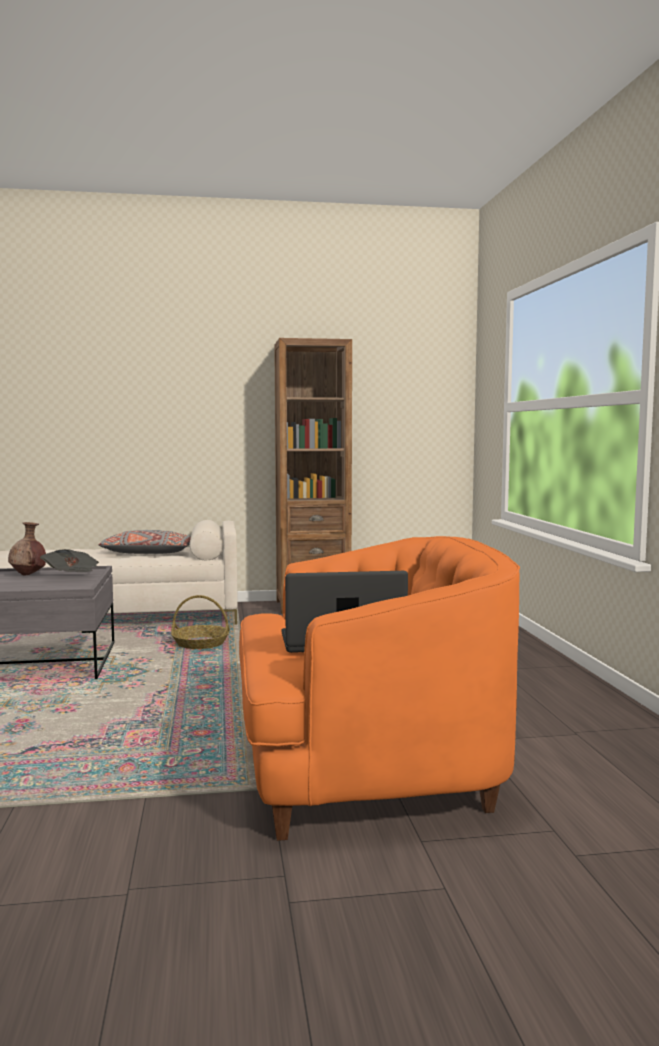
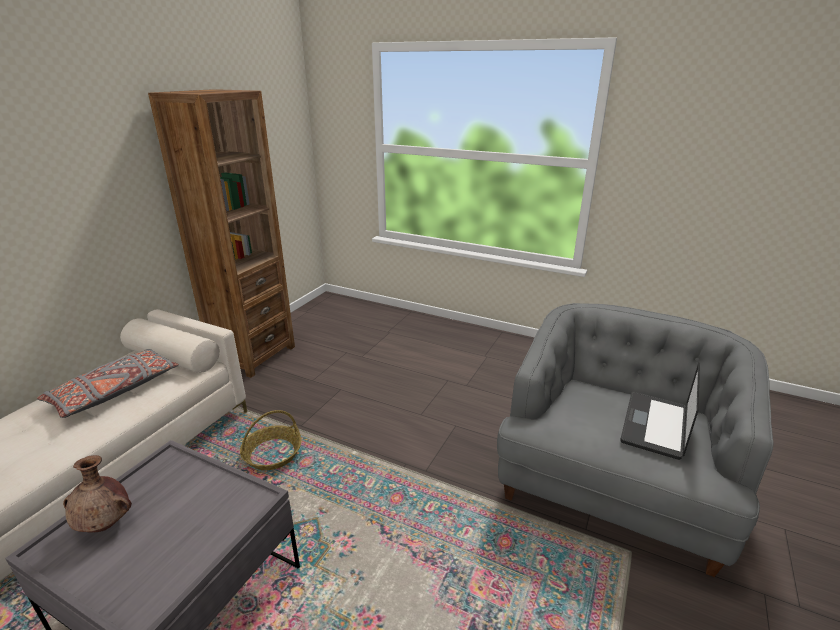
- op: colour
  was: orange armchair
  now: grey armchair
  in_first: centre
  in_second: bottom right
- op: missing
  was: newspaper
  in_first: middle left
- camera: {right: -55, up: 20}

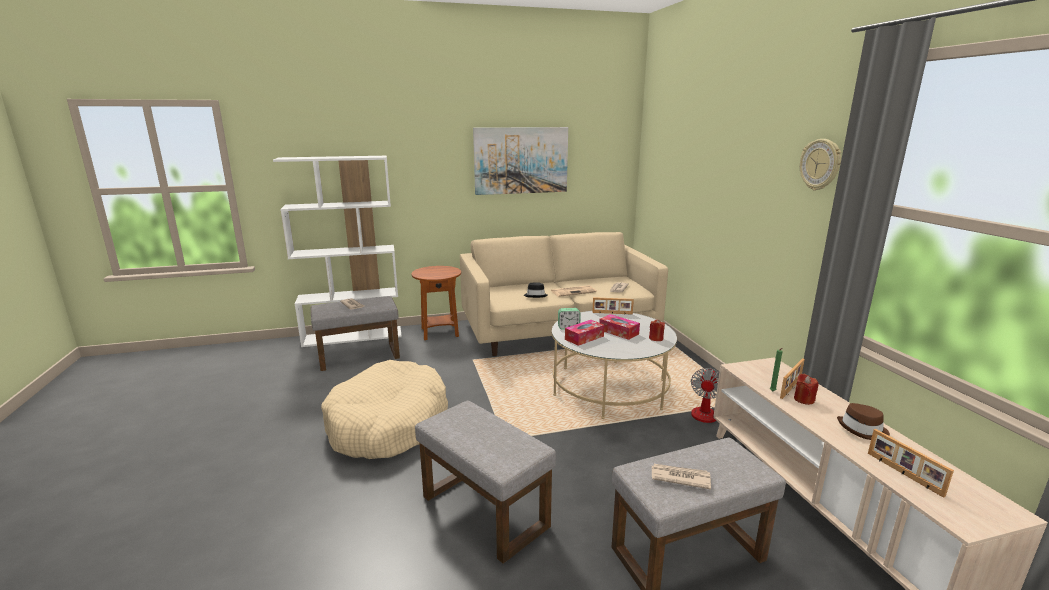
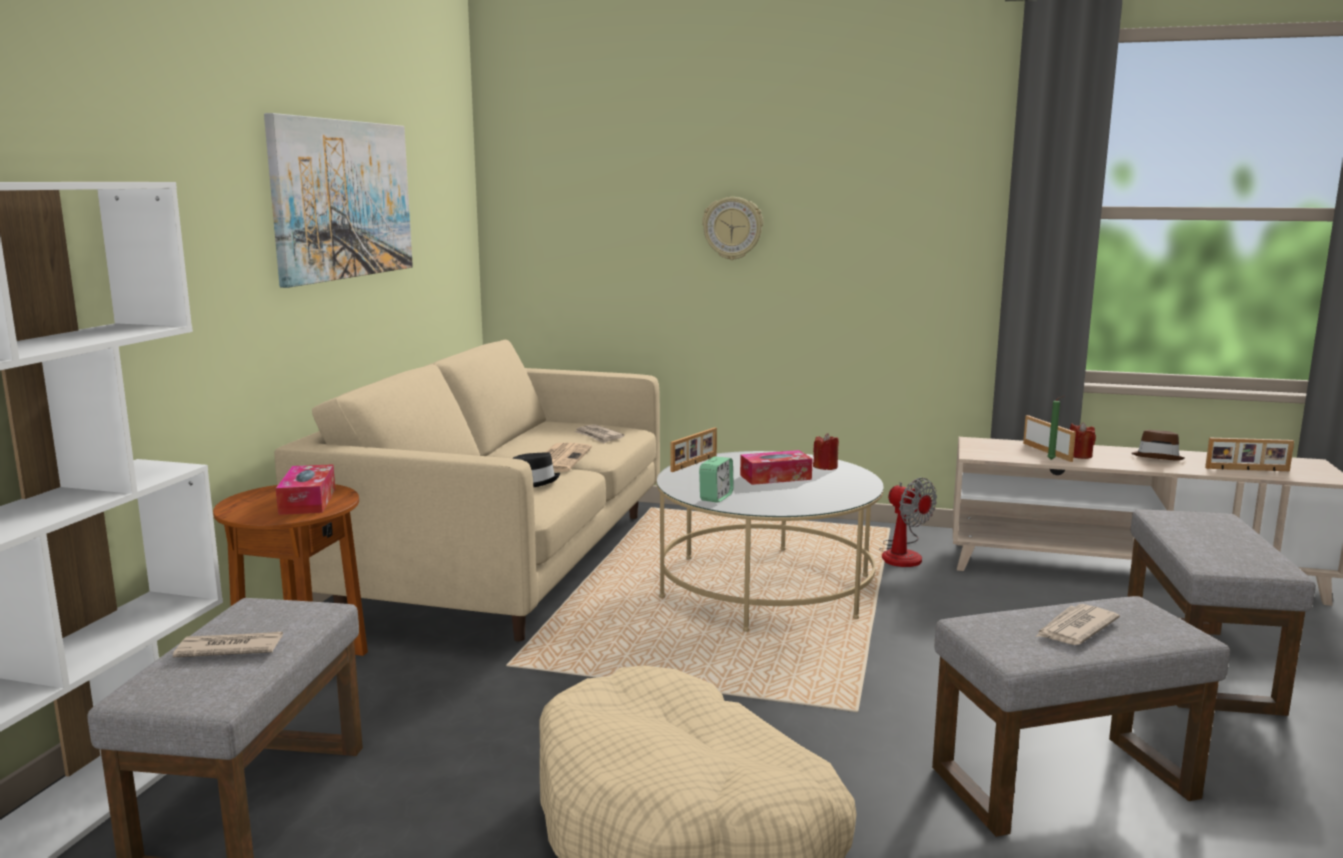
- op: relocated
  was: wall clock
  in_first: top right
  in_second: top centre
- op: relocated
  was: tissue box (no. 1 from left)
  in_first: centre
  in_second: middle left
- op: relocated
  was: newspaper (no. 4 from left)
  in_first: bottom centre
  in_second: bottom right
- camera: {right: -60, up: -5}

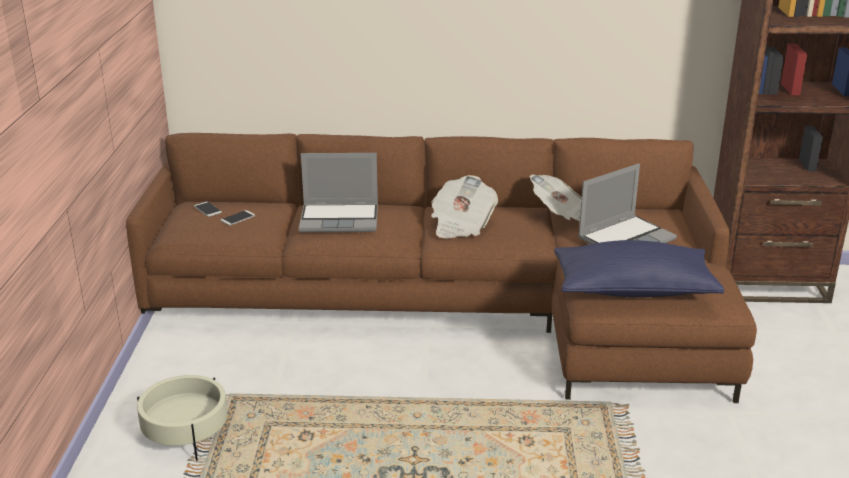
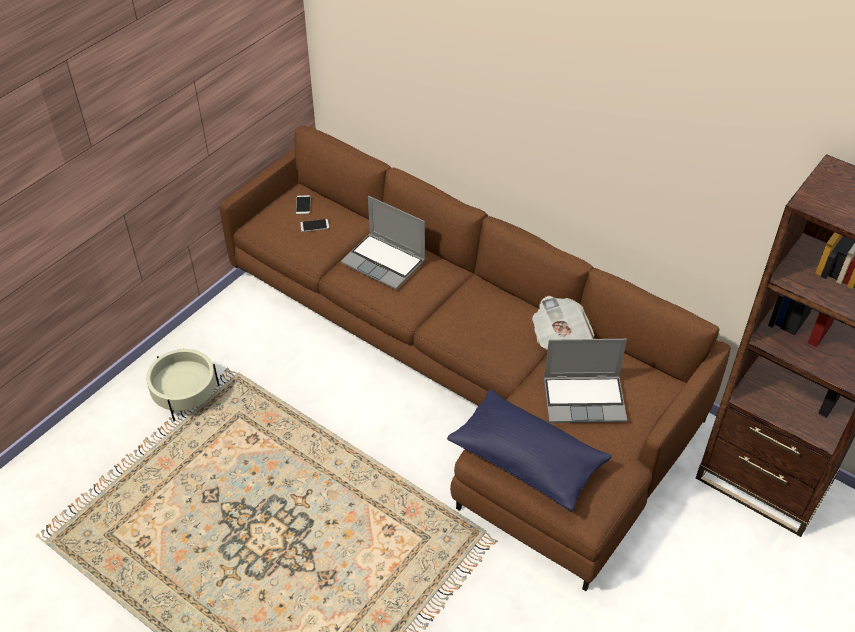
- op: missing
  was: newspaper (no. 1 from left)
  in_first: centre
- camera: {right: 35, up: 20}

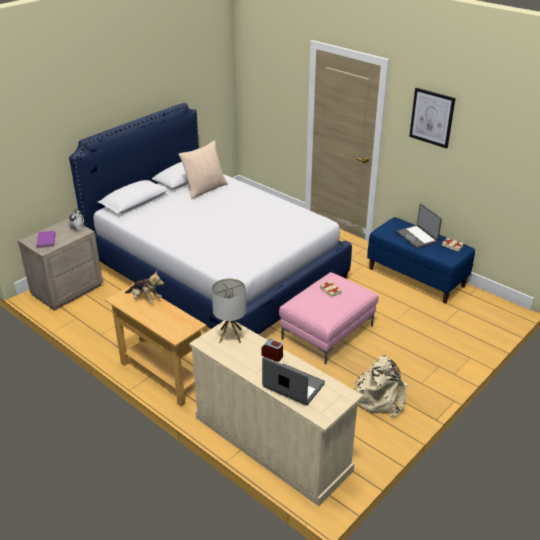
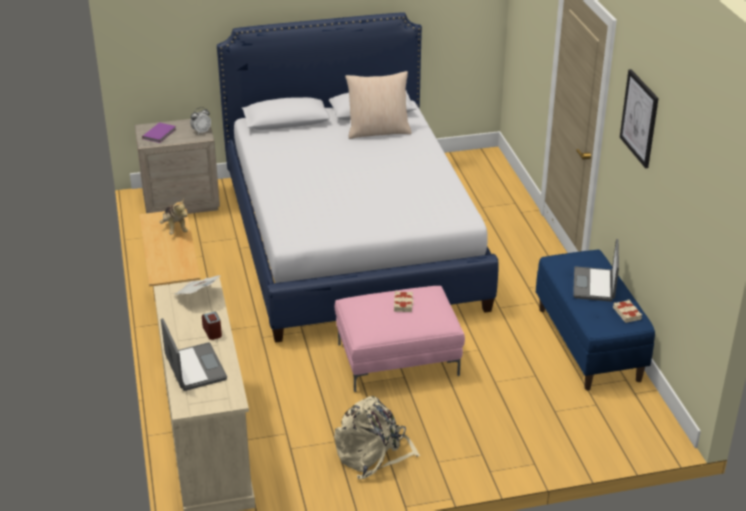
- op: exchanged
  was: table lamp
  now: newspaper
  in_first: centre
  in_second: middle left
- camera: {right: 35, up: 0}

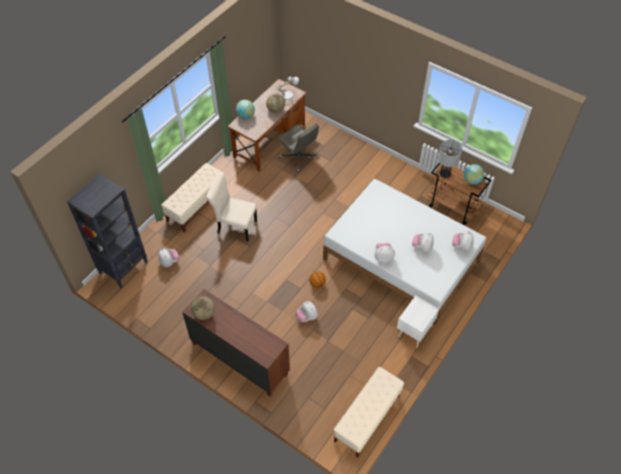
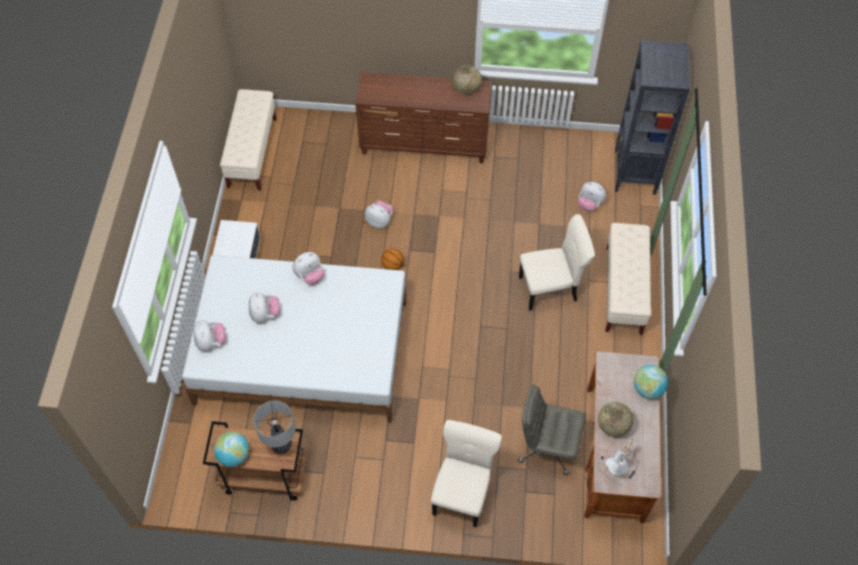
- op: appeared
  now: beige chair (no. 1 from left)
  in_second: bottom centre
- camera: {right: 150, up: 5}

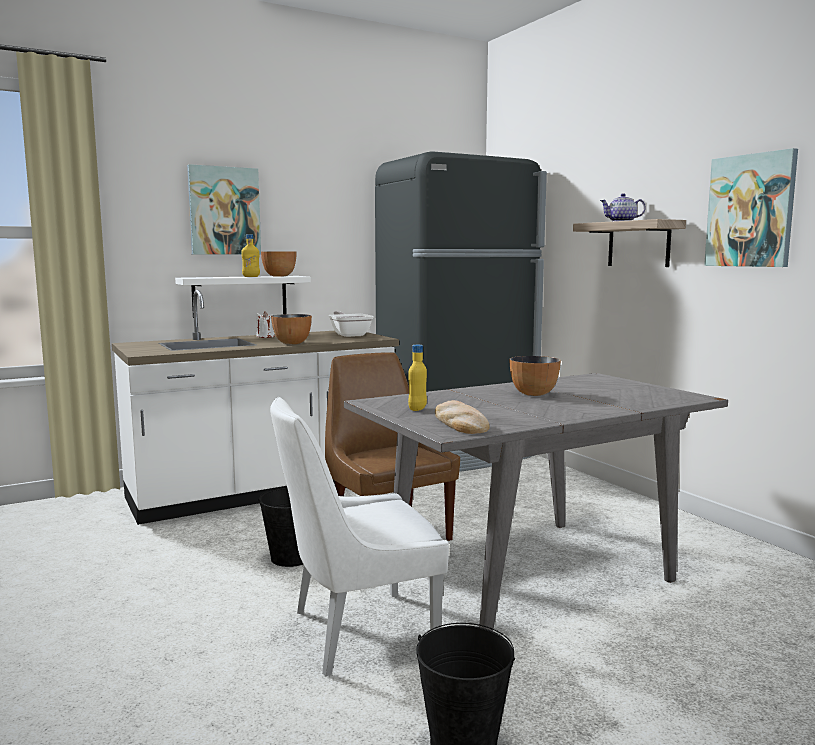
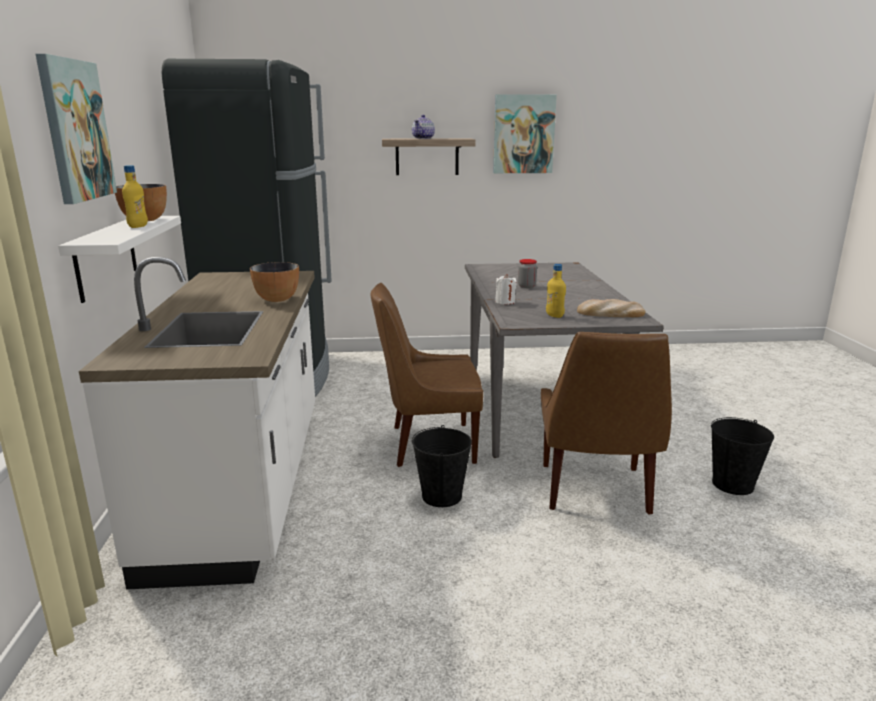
- op: relocated
  was: white candle
  in_first: middle left
  in_second: centre
- op: missing
  was: frying pan
  in_first: centre
- op: exchanged
  was: bowl (no. 3 from left)
  now: jar
  in_first: centre
  in_second: centre
- op: colour
  was: white chair
  now: brown chair (no. 2 from left)
  in_first: bottom centre
  in_second: middle right
- camera: {right: -65, up: 10}

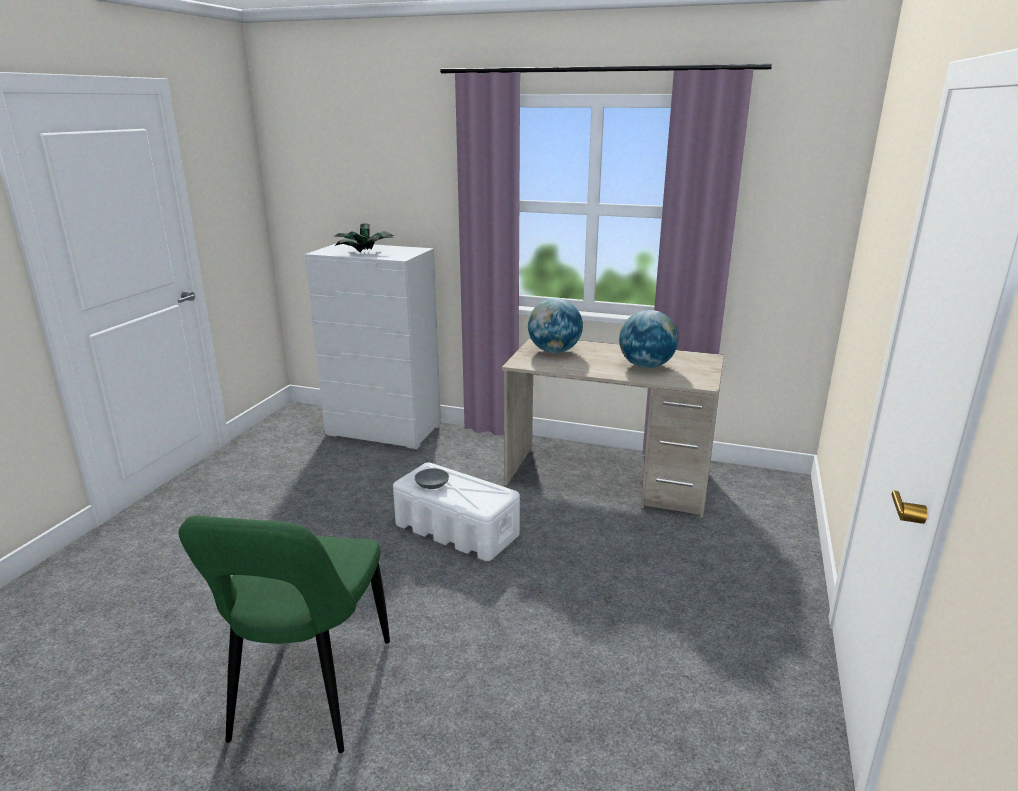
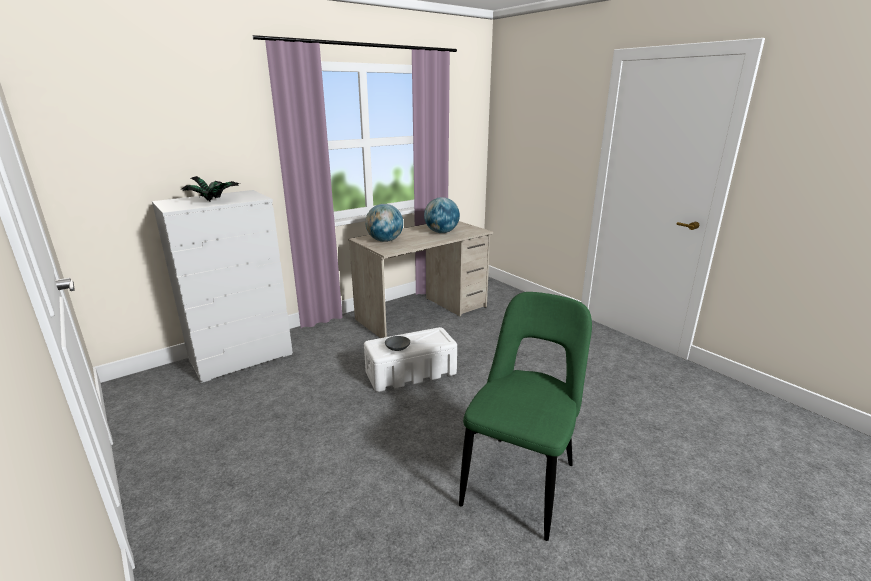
- op: spun
  was: green chair
  in_first: bottom left
  in_second: bottom centre
  clockwise: -105
- camera: {right: -55, up: 0}

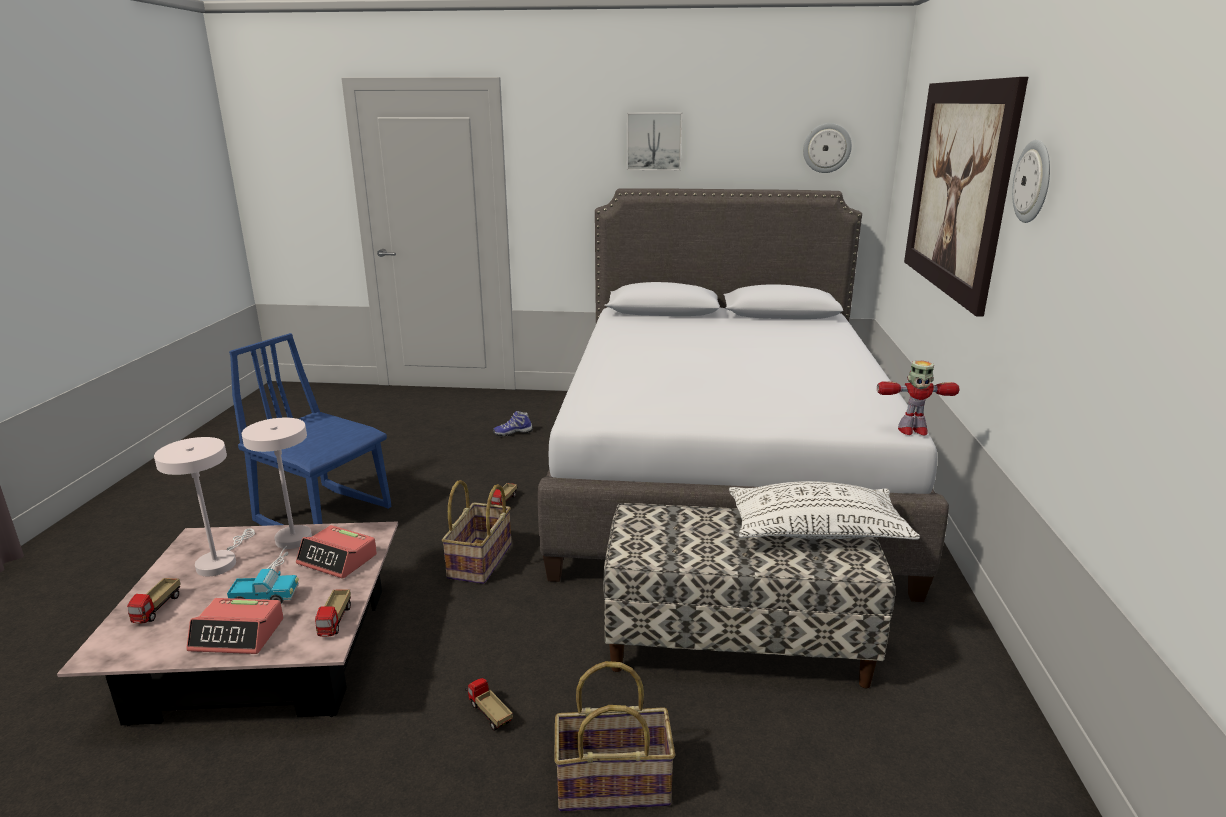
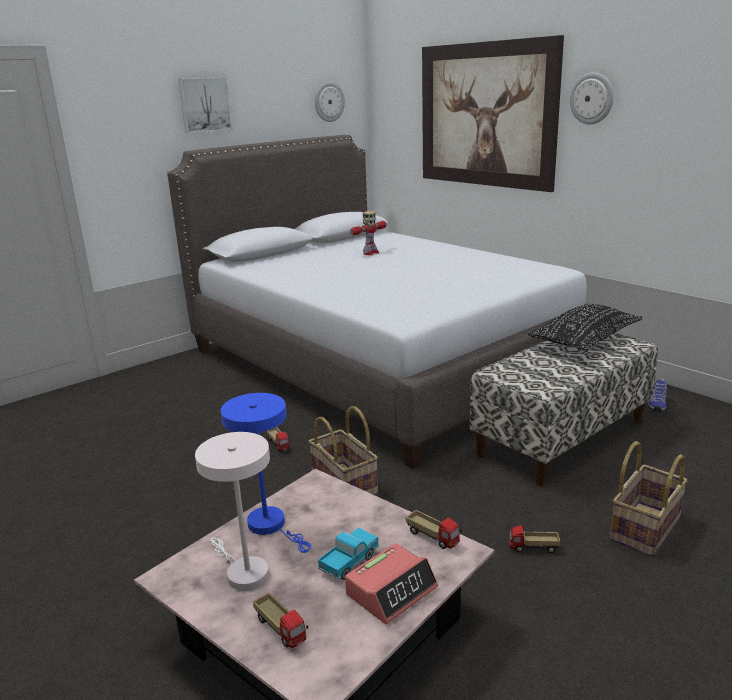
- op: missing
  was: blue chair
  in_first: middle left
- op: relocated
  was: toy robot
  in_first: middle right
  in_second: top centre
- op: relocated
  was: shoe
  in_first: centre
  in_second: middle right
- op: colour
  was: white table lamp (no. 2 from left)
  now: blue table lamp
  in_first: middle left
  in_second: bottom centre
- op: colour
  was: white pillow
  now: black pillow
  in_first: middle right
  in_second: middle right
- op: missing
  was: alarm clock (no. 2 from left)
  in_first: bottom left
- camera: {right: -45, up: 0}

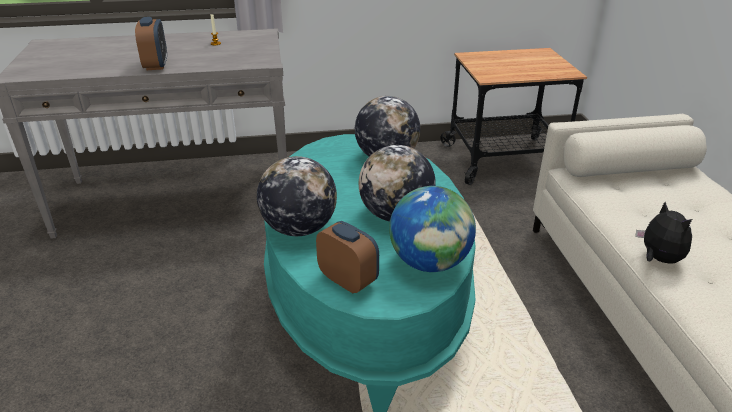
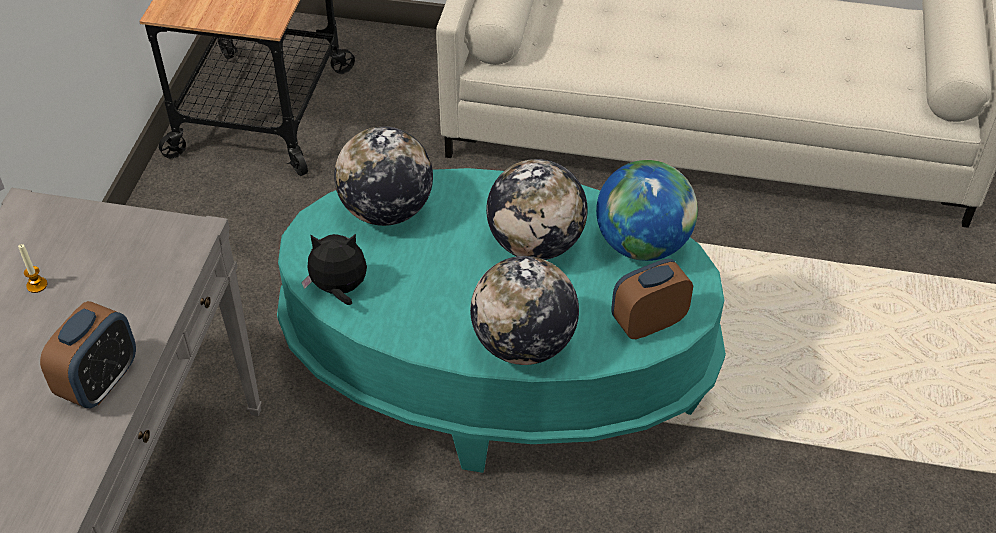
- op: spun
  was: alarm clock (no. 1 from left)
  in_first: top left
  in_second: middle left
  clockwise: 105
- op: relocated
  was: plush toy
  in_first: middle right
  in_second: centre
- camera: {right: -70, up: 15}

